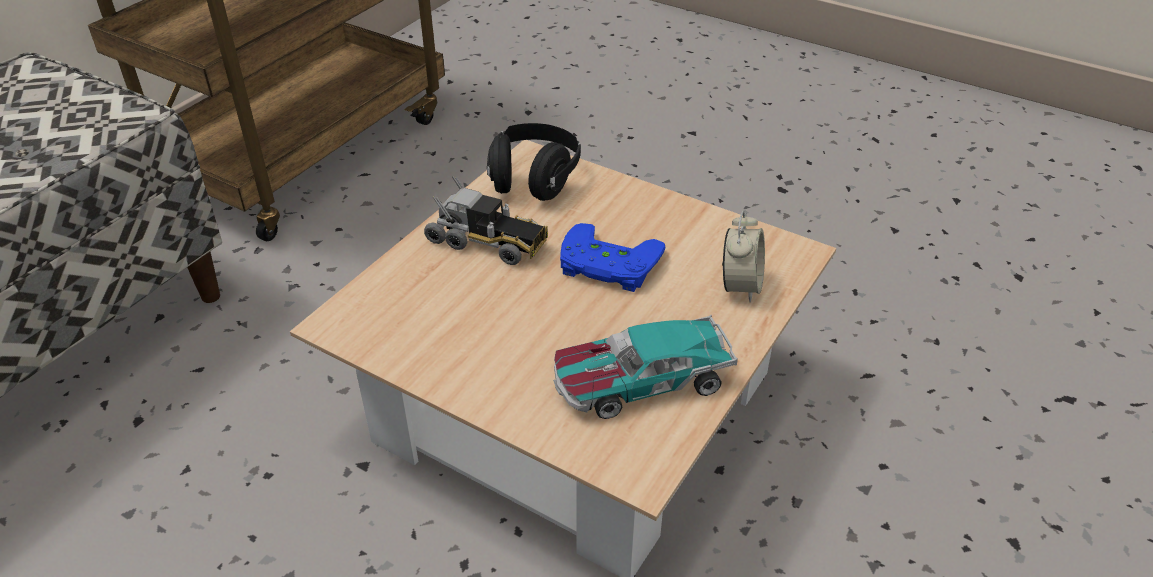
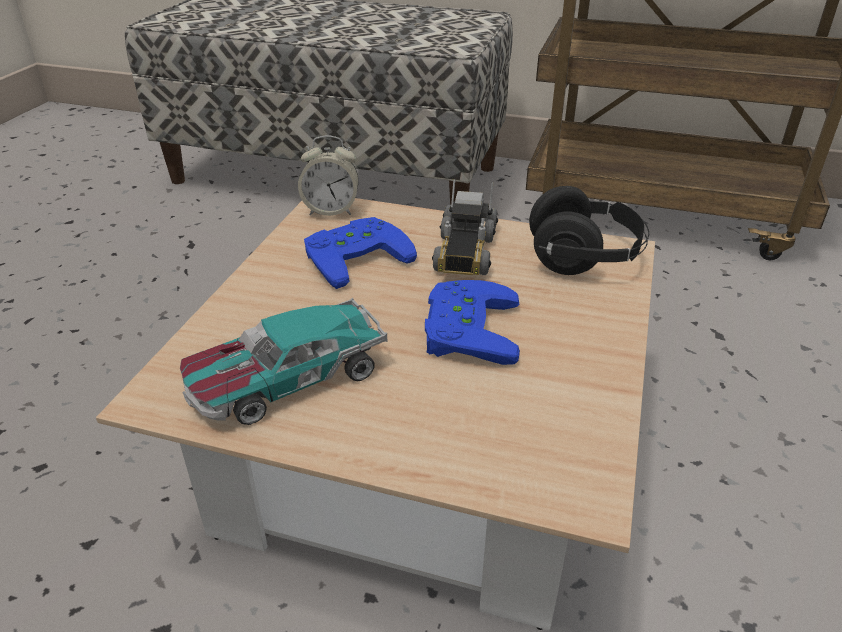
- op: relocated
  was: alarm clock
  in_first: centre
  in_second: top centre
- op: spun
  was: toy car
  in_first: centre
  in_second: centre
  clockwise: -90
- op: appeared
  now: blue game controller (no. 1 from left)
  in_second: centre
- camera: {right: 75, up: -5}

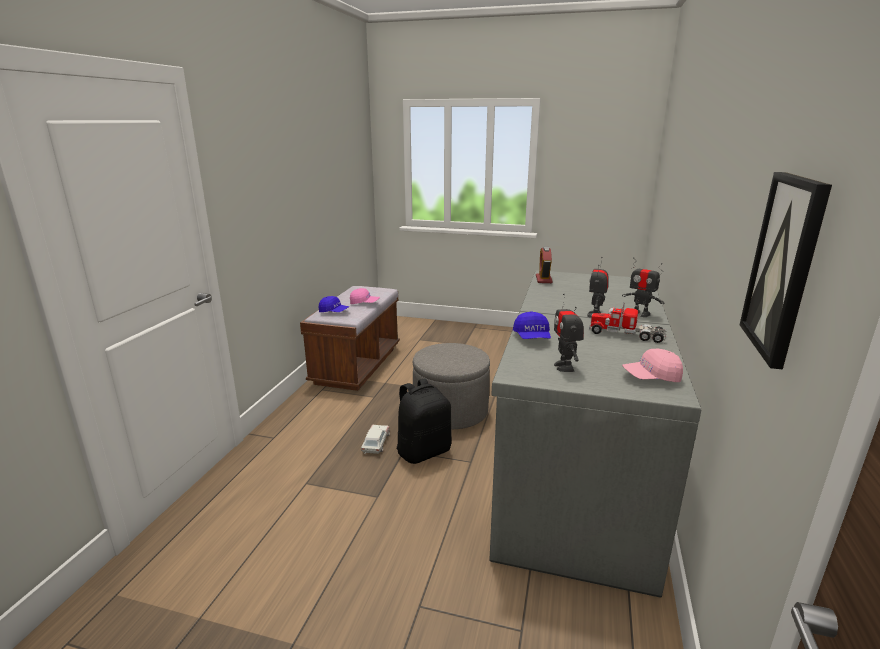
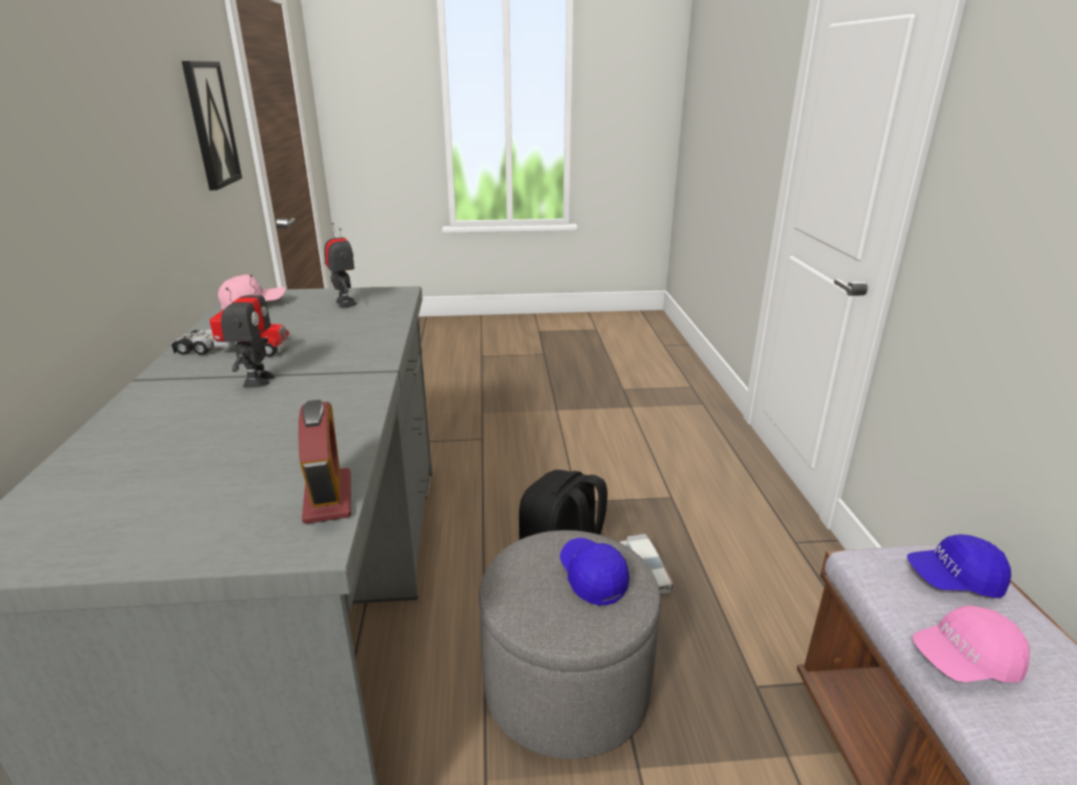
- op: missing
  was: toy robot (no. 3 from left)
  in_first: middle right
- op: relocated
  was: blue cap (no. 2 from left in the first image)
  now: blue cap (no. 1 from left)
  in_first: centre
  in_second: bottom centre
- camera: {right: 160, up: 5}

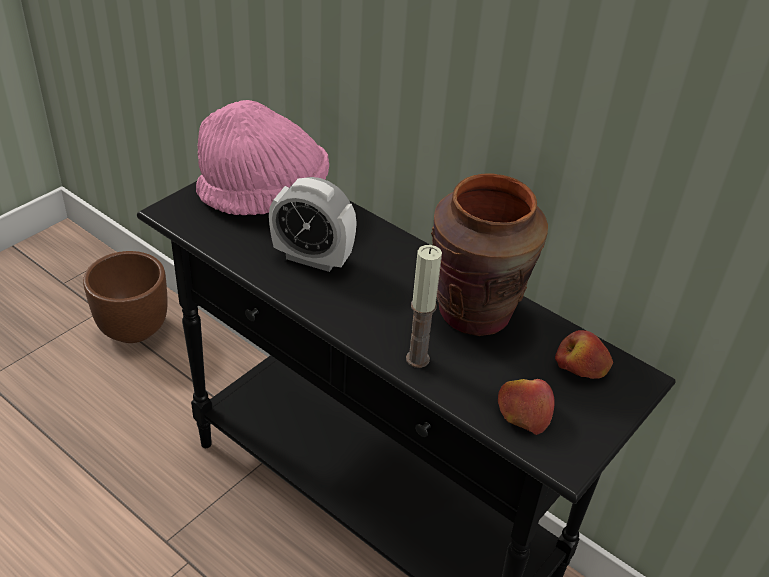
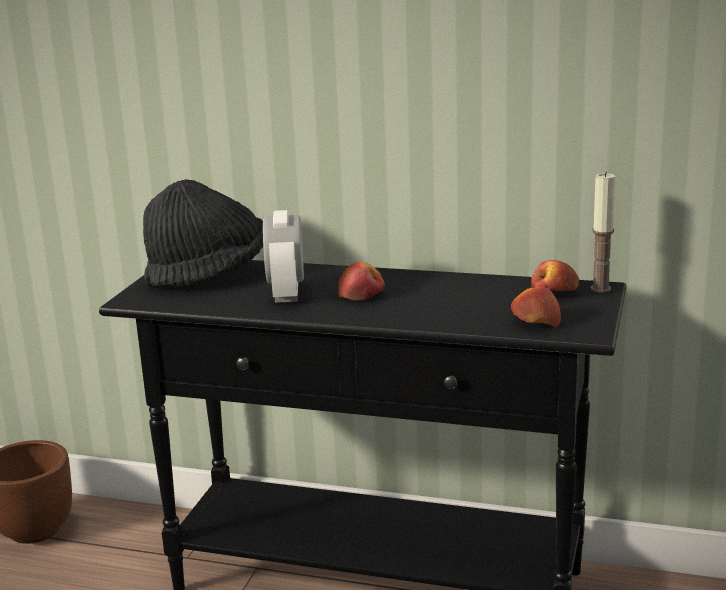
- op: colour
  was: pink hat
  now: black hat
  in_first: top centre
  in_second: middle left
- op: missing
  was: brown vase
  in_first: centre
- op: spun
  was: alarm clock
  in_first: centre
  in_second: centre
  clockwise: 90
- op: relocated
  was: candle
  in_first: centre
  in_second: middle right
- op: appeared
  now: apple (no. 1 from left)
  in_second: centre
- camera: {right: -20, up: -20}

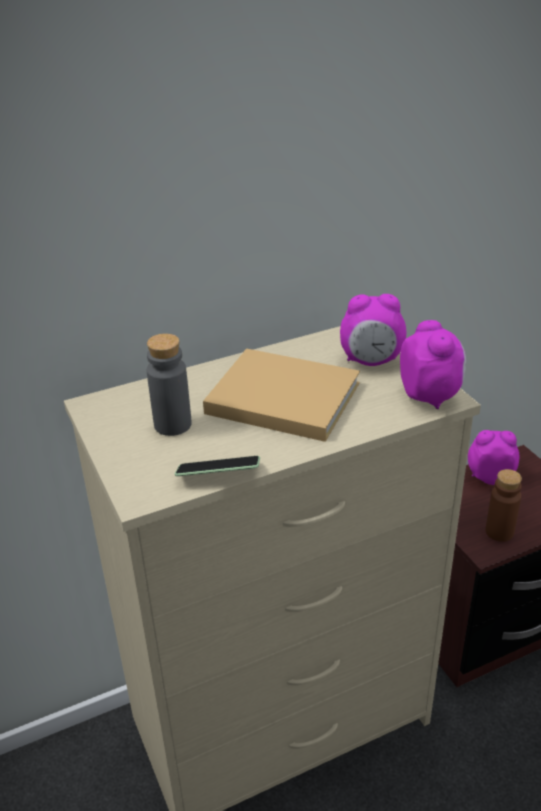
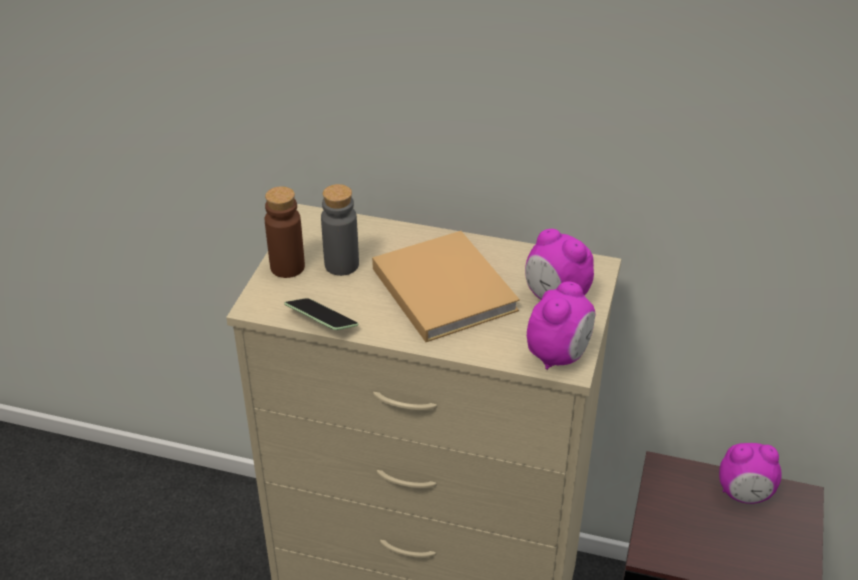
- op: spun
  was: alarm clock (no. 3 from left)
  in_first: middle right
  in_second: bottom right
  clockwise: 135
- op: relocated
  was: brown bottle
  in_first: middle right
  in_second: middle left
- camera: {right: 40, up: 5}

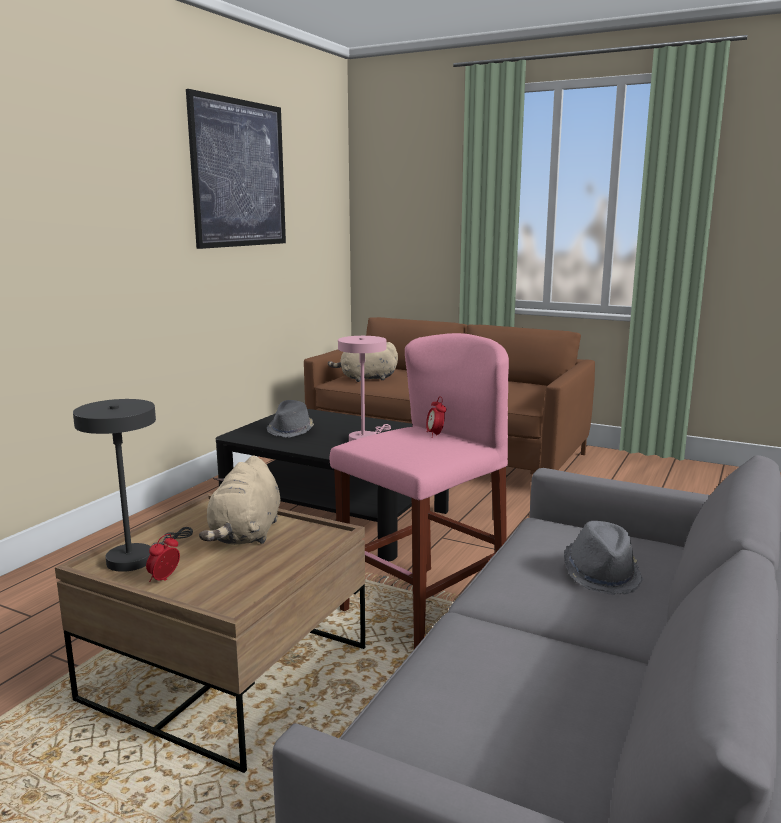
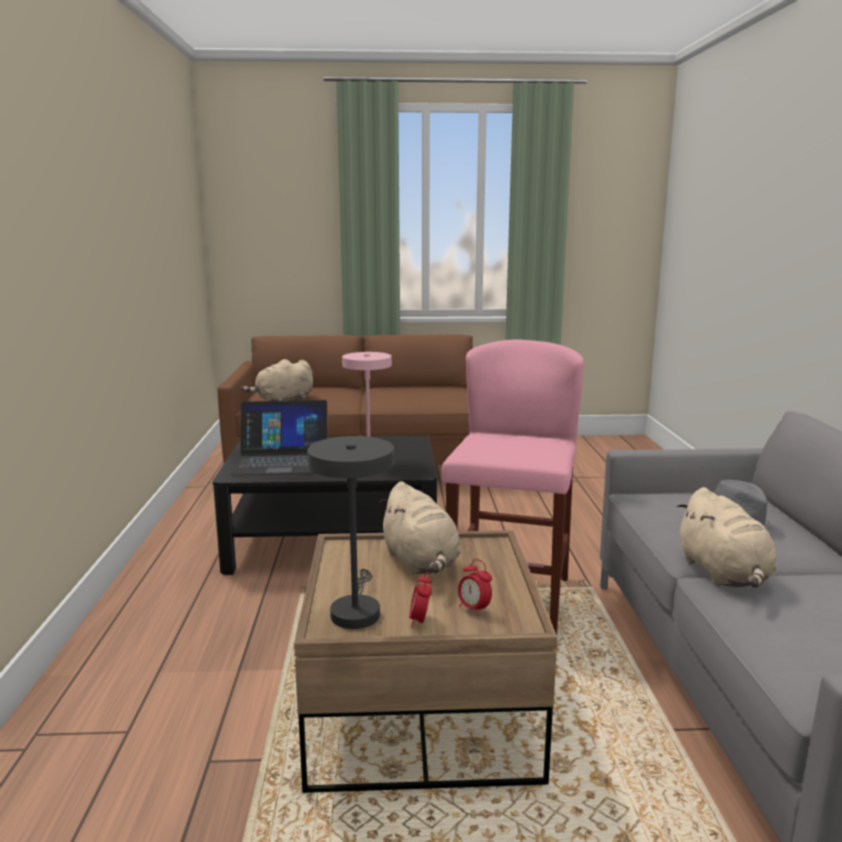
- op: missing
  was: picture
  in_first: top left
- op: relocated
  was: alarm clock (no. 2 from left)
  in_first: centre
  in_second: bottom centre
- op: exchanged
  was: grey hat (no. 1 from left)
  now: laptop
  in_first: centre
  in_second: middle left
- op: appeared
  now: beige plush toy (no. 3 from left)
  in_second: middle right
- camera: {right: -30, up: 0}

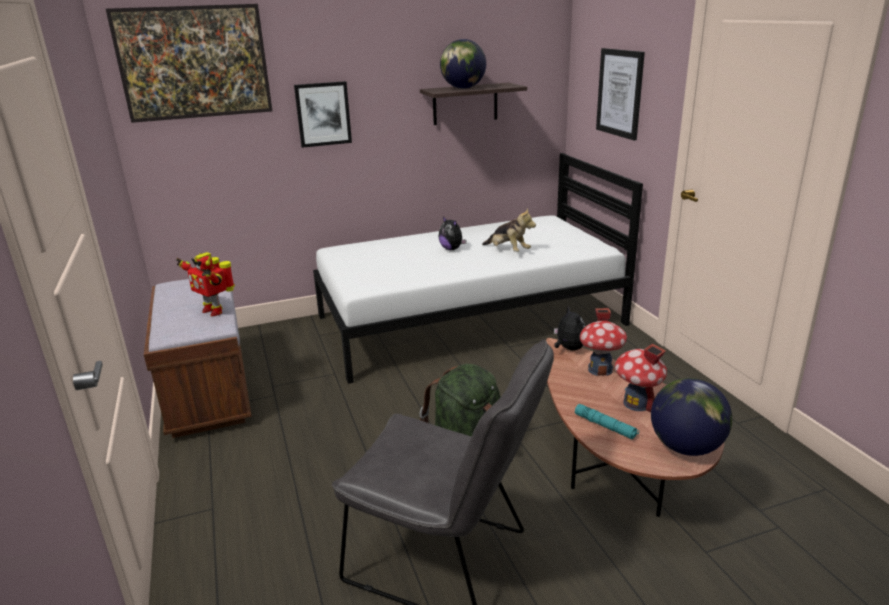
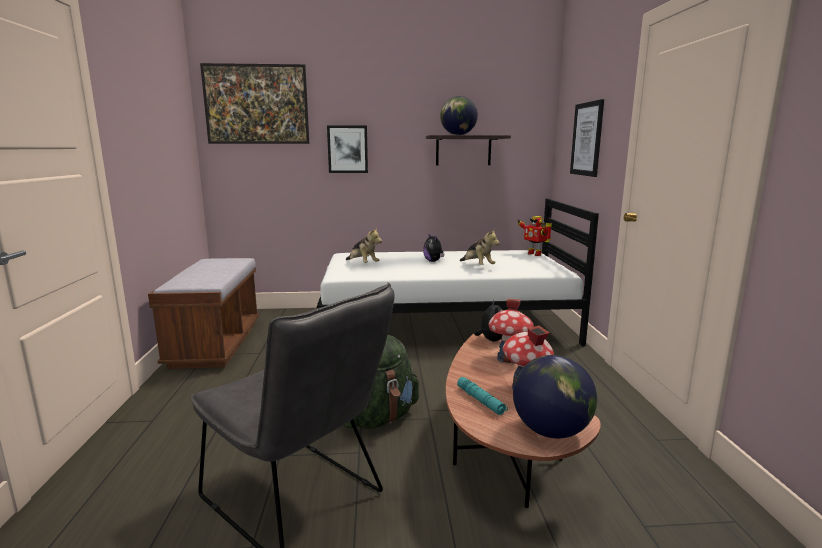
- op: relocated
  was: toy robot
  in_first: middle left
  in_second: centre
- op: appeared
  now: plush toy (no. 1 from left)
  in_second: centre
- camera: {right: 15, up: -10}

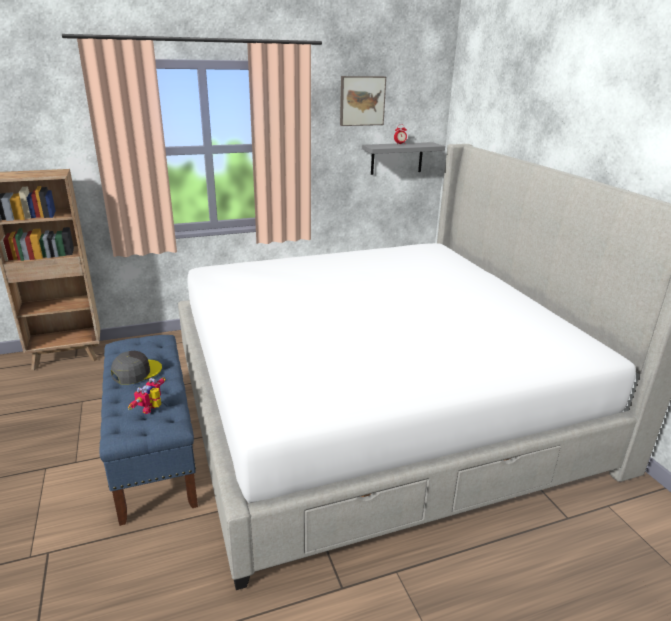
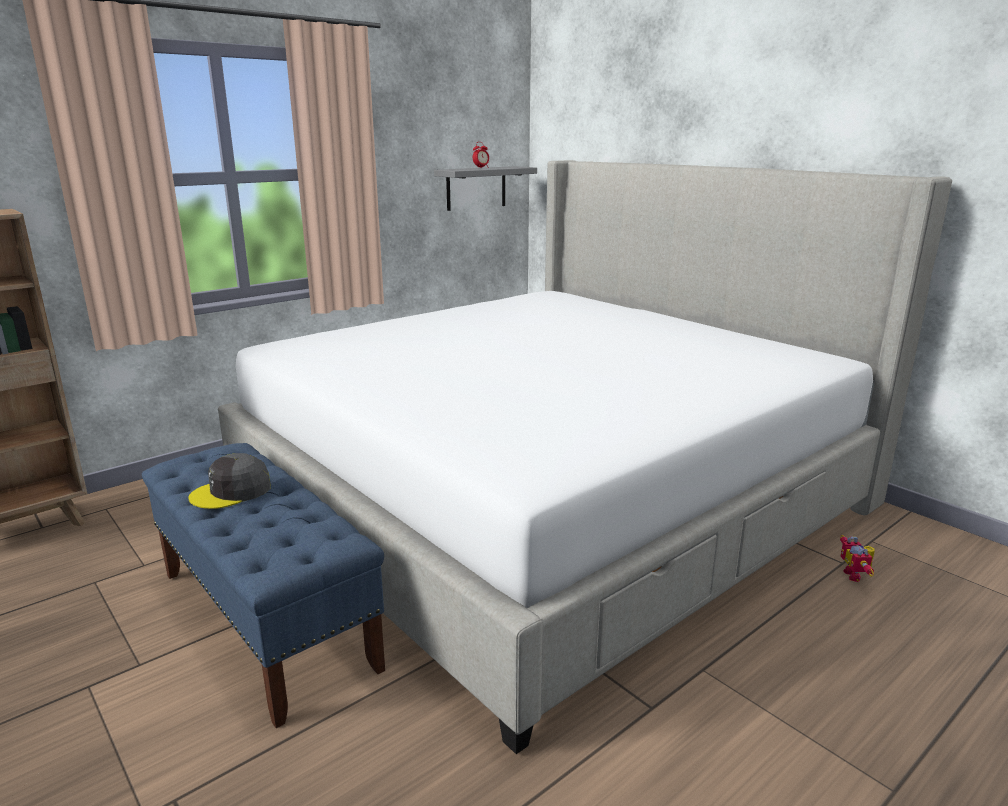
- op: missing
  was: picture
  in_first: top centre
- op: spun
  was: grey cap
  in_first: middle left
  in_second: middle left
  clockwise: -150
- op: relocated
  was: toy robot
  in_first: middle left
  in_second: bottom right
- camera: {right: -20, up: -5}

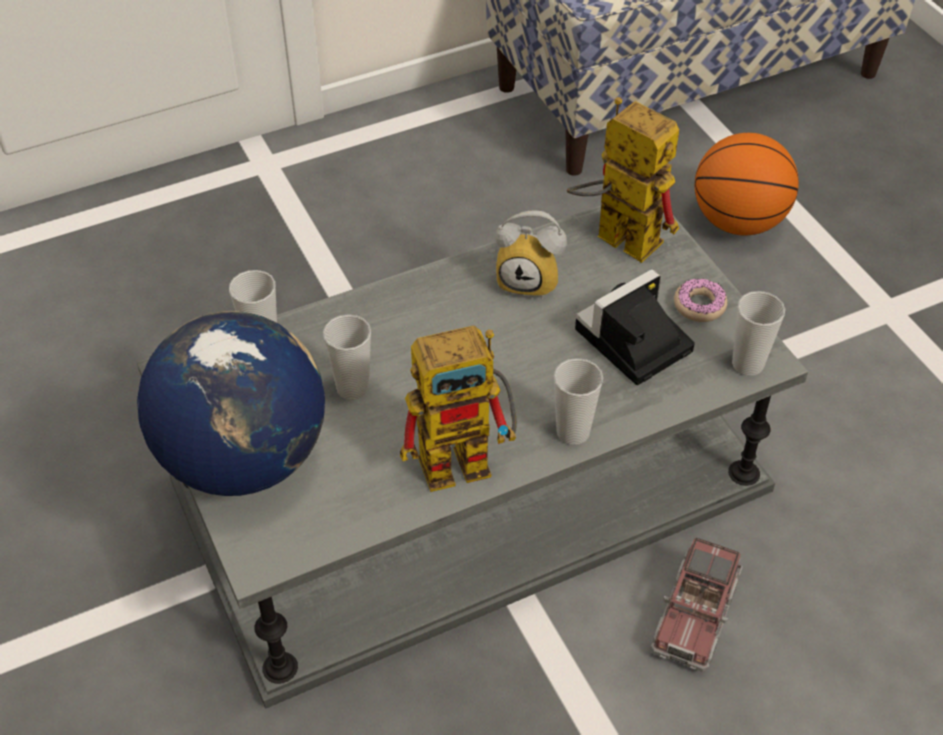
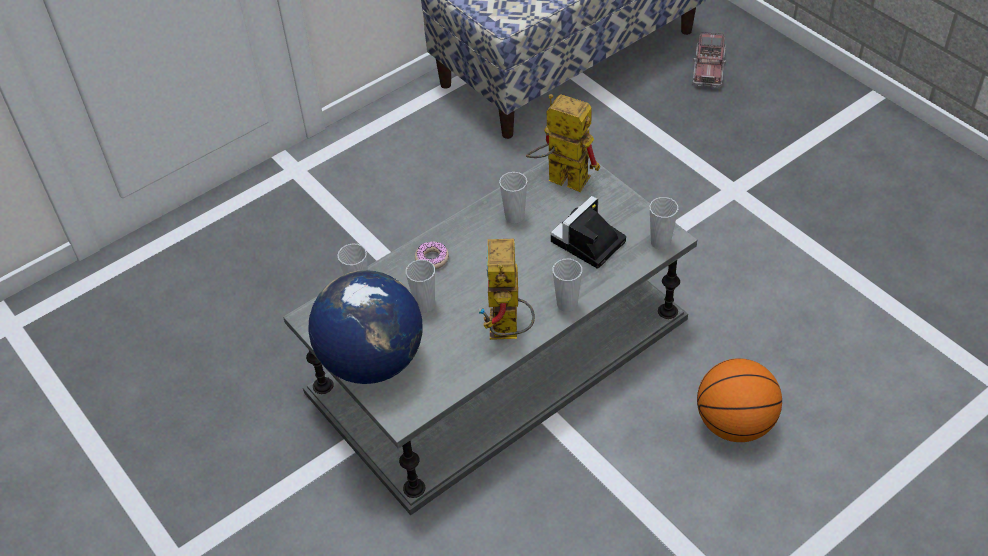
- op: relocated
  was: basketball
  in_first: top right
  in_second: bottom right
- op: exchanged
  was: alarm clock
  now: cup (no. 3 from left)
  in_first: centre
  in_second: centre
- op: relocated
  was: donut
  in_first: middle right
  in_second: centre
- op: spun
  was: toy robot (no. 1 from left)
  in_first: centre
  in_second: centre
  clockwise: 120
- op: relocated
  was: toy truck
  in_first: bottom right
  in_second: top right
- camera: {right: -10, up: 0}

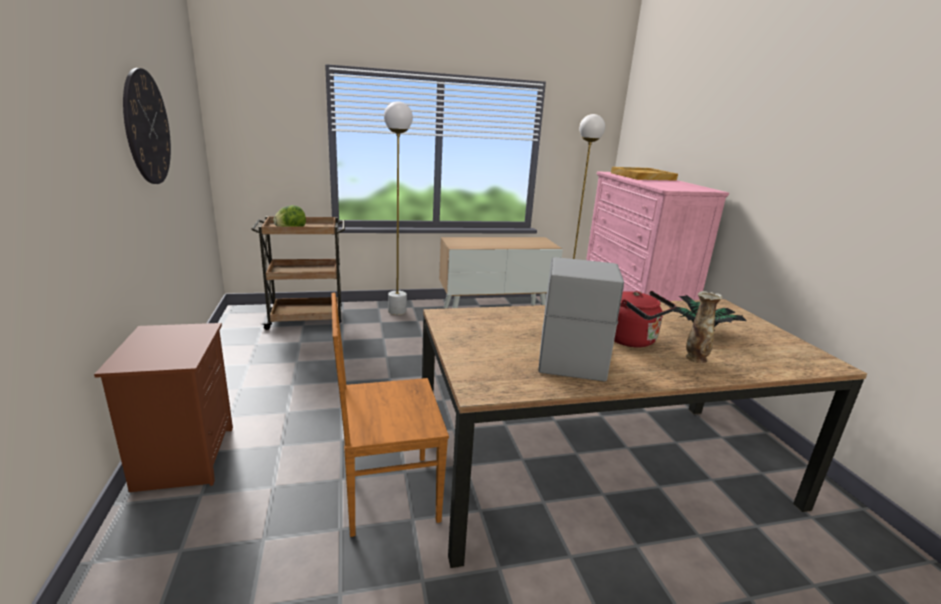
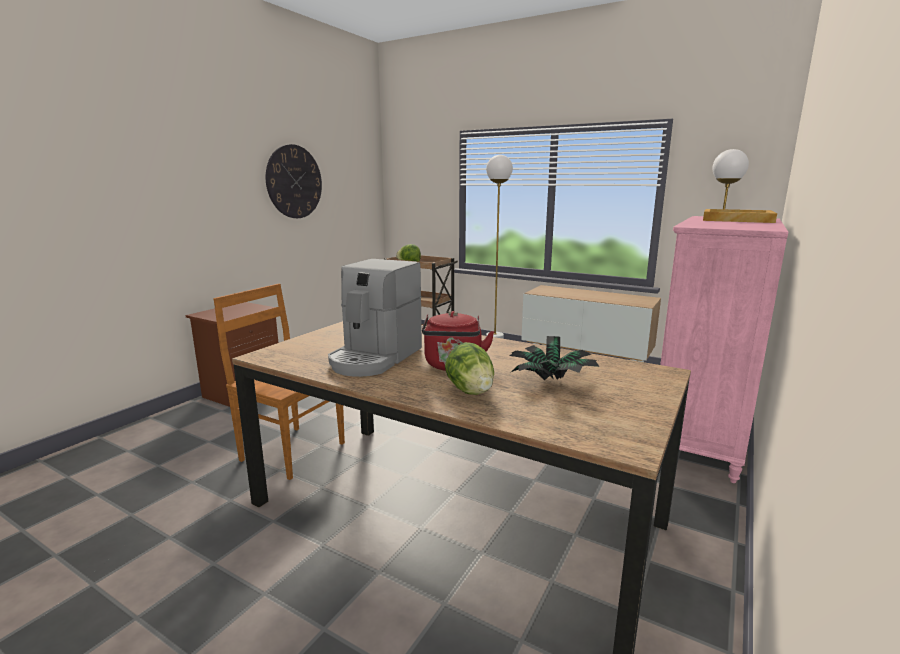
- op: spun
  was: coffee machine
  in_first: centre
  in_second: centre
  clockwise: 150
- op: exchanged
  was: vase
  now: lettuce (no. 2 from left)
  in_first: middle right
  in_second: centre
- camera: {right: 45, up: -5}

